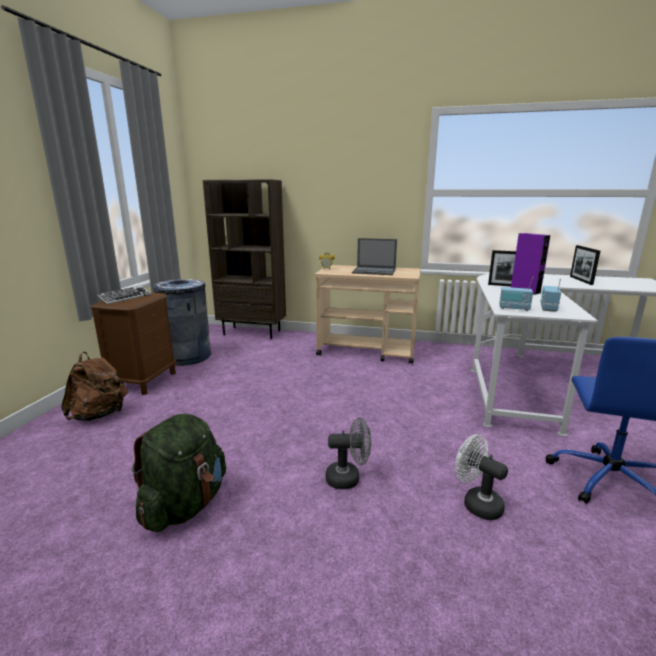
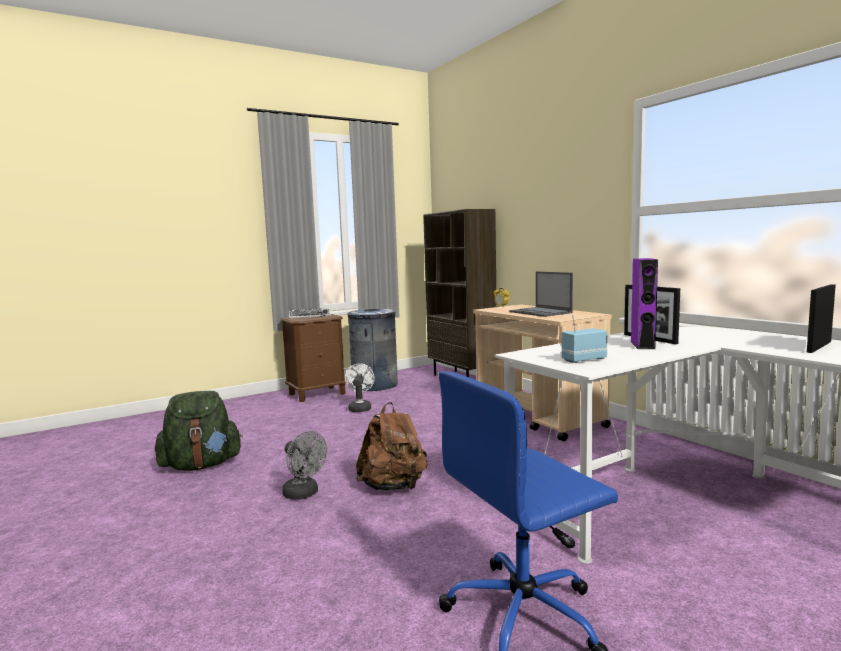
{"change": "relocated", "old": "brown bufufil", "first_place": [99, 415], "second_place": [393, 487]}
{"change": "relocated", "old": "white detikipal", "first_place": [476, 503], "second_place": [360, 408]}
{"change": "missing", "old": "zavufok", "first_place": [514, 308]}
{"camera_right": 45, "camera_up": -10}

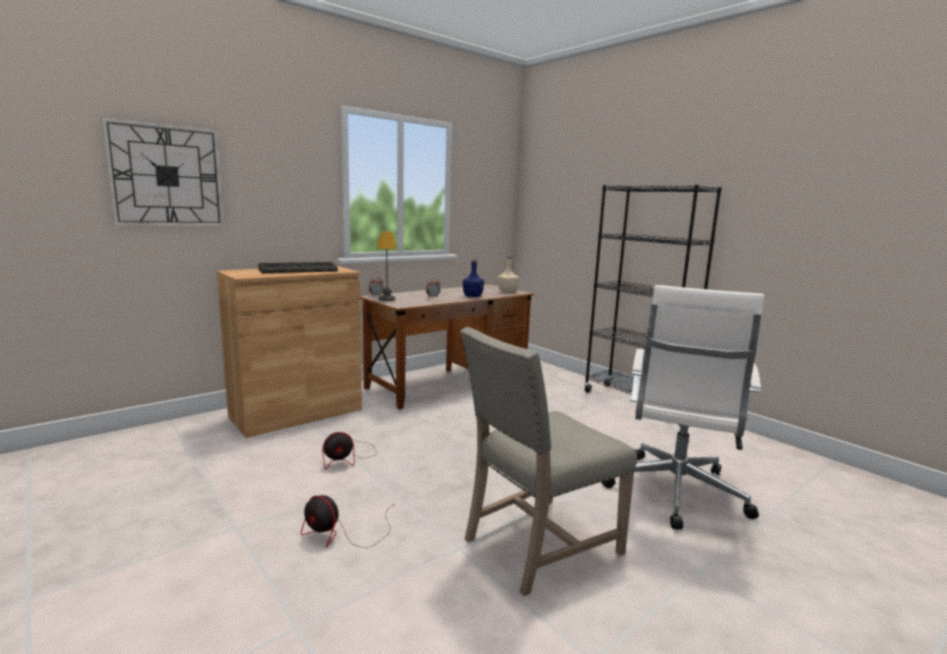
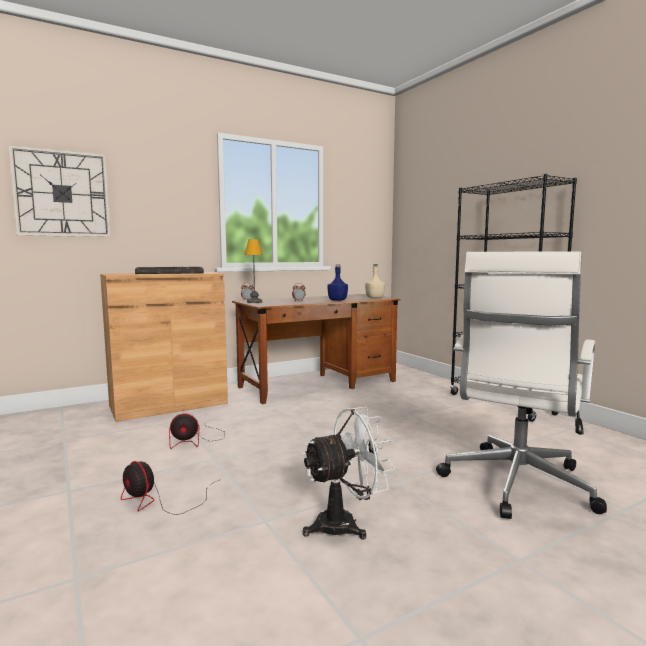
{"change": "exchanged", "old": "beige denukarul", "new": "white detikipal", "first_place": [537, 545], "second_place": [345, 524]}
{"camera_right": 10, "camera_up": -5}

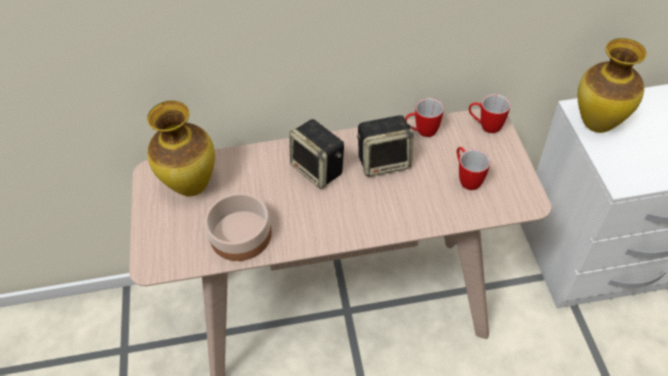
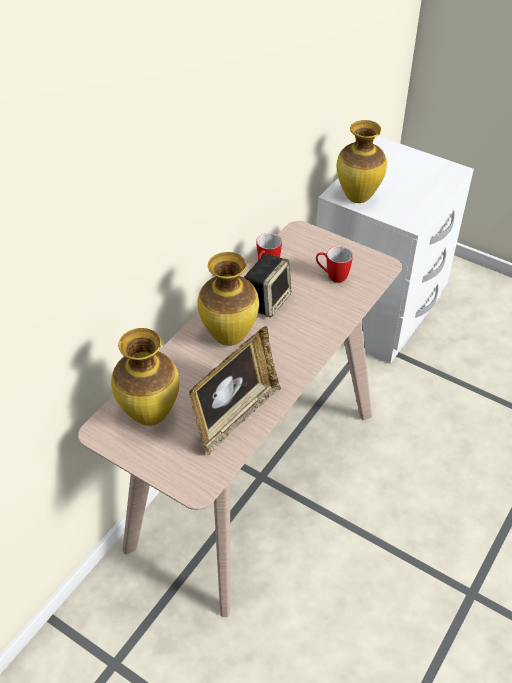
{"change": "exchanged", "old": "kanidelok", "new": "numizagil", "first_place": [242, 234], "second_place": [235, 416]}
{"change": "exchanged", "old": "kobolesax", "new": "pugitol", "first_place": [319, 169], "second_place": [230, 337]}
{"change": "missing", "old": "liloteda", "first_place": [485, 126]}
{"camera_right": -50, "camera_up": -5}

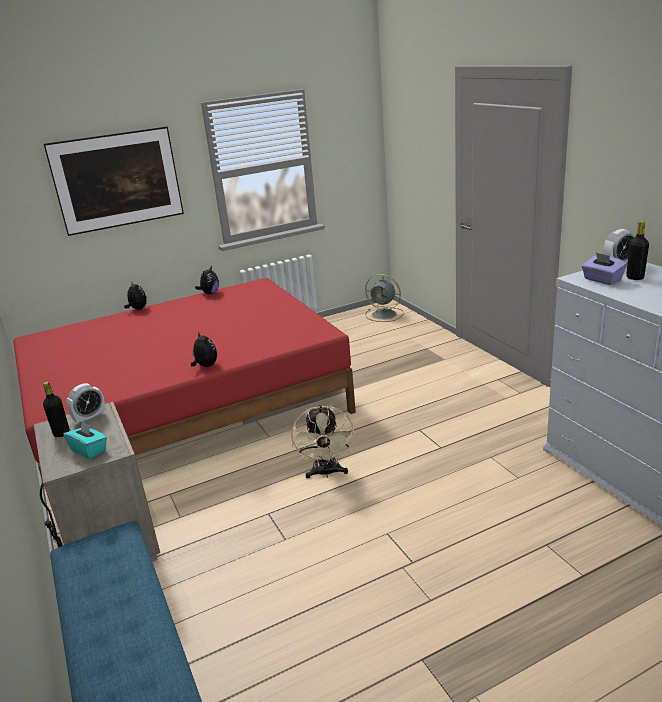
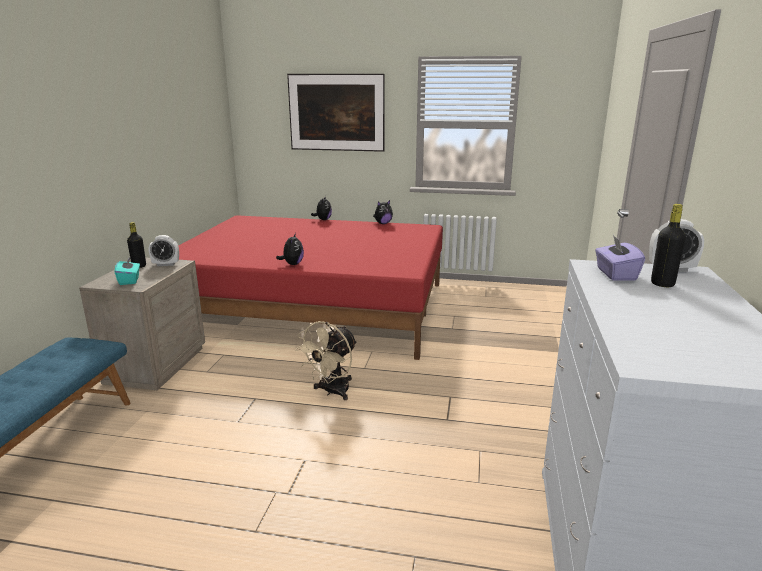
{"change": "missing", "old": "grey detikipal", "first_place": [385, 314]}
{"camera_right": 35, "camera_up": -5}

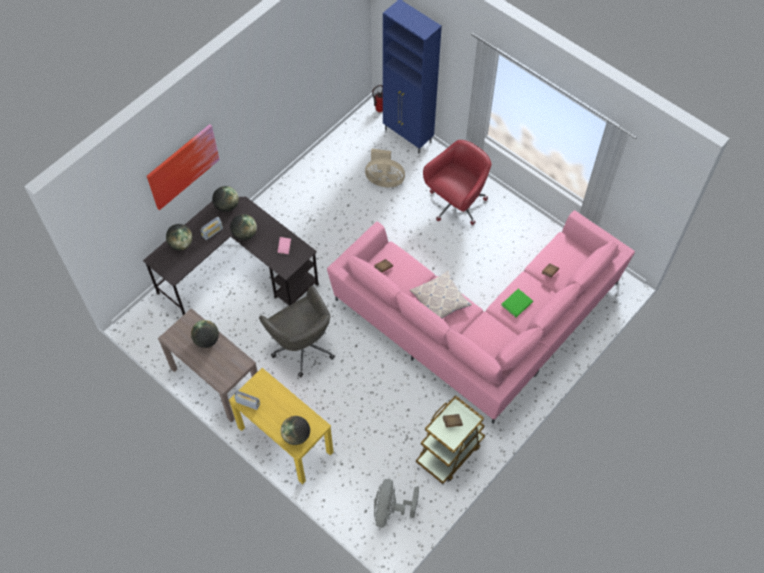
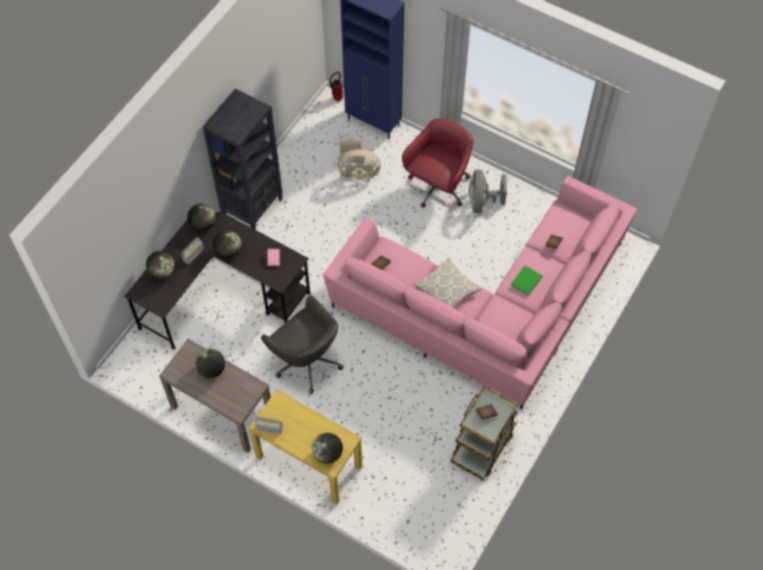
{"change": "missing", "old": "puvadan", "first_place": [183, 166]}
{"change": "relocated", "old": "grey detikipal", "first_place": [390, 510], "second_place": [482, 202]}
{"change": "appeared", "new": "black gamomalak", "second_place": [253, 208]}
{"camera_right": -10, "camera_up": 0}

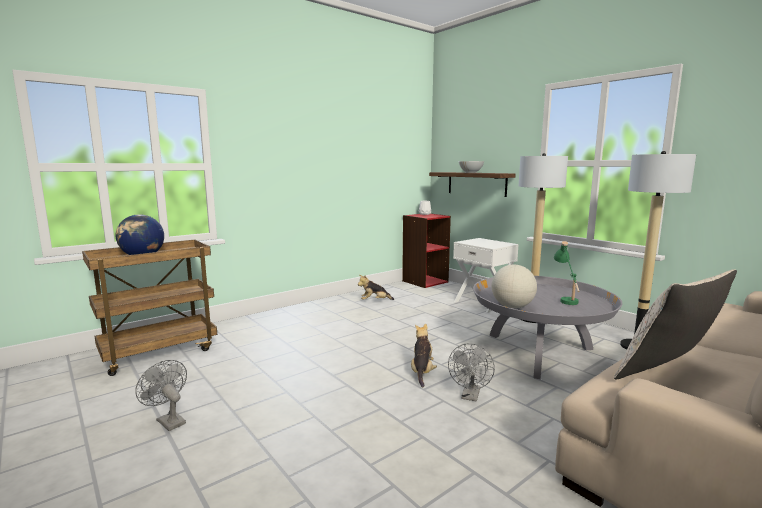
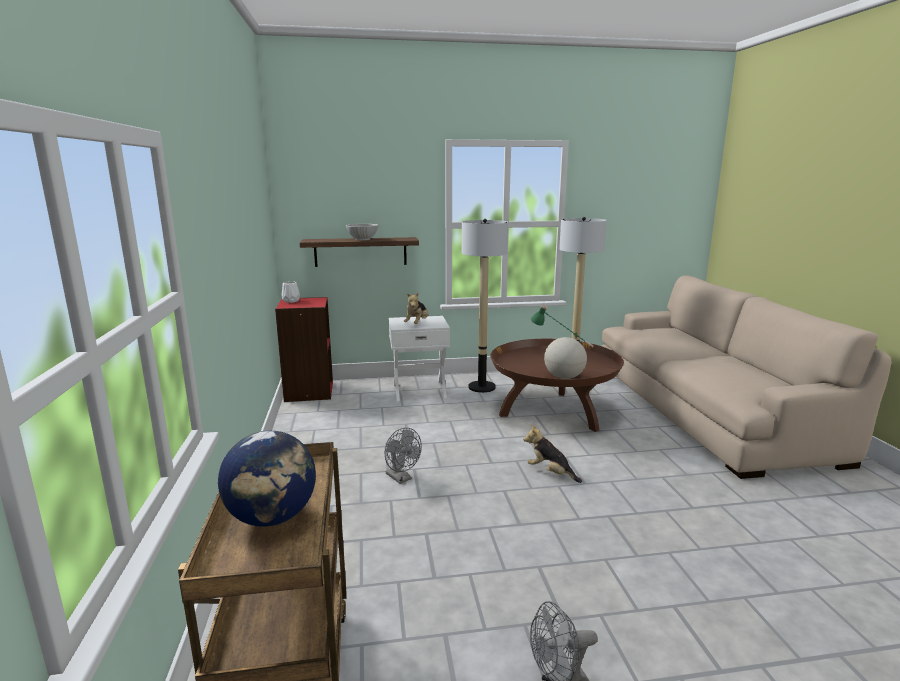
{"change": "relocated", "old": "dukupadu", "first_place": [374, 301], "second_place": [417, 324]}
{"change": "relocated", "old": "grey detikipal", "first_place": [470, 396], "second_place": [401, 478]}
{"change": "colour", "old": "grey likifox", "new": "brown likifox", "first_place": [538, 352], "second_place": [552, 412]}
{"change": "missing", "old": "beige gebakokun", "first_place": [668, 373]}
{"camera_right": -60, "camera_up": 5}

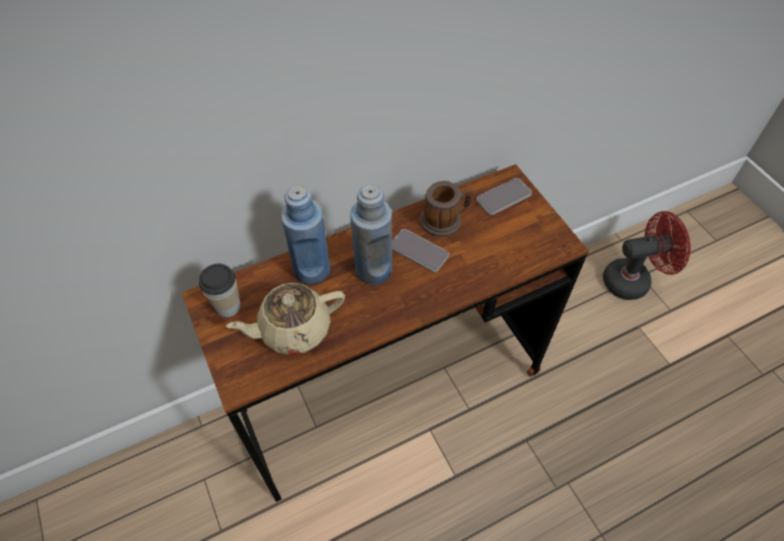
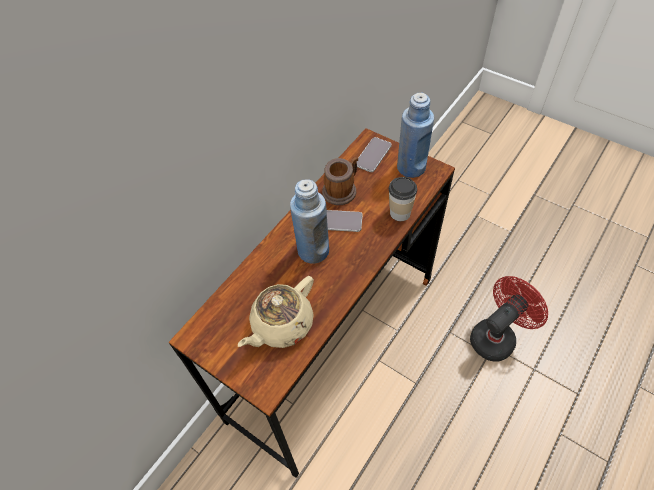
{"change": "relocated", "old": "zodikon", "first_place": [227, 306], "second_place": [400, 213]}
{"change": "relocated", "old": "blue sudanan", "first_place": [312, 269], "second_place": [411, 167]}
{"change": "relocated", "old": "red detikipal", "first_place": [633, 280], "second_place": [497, 336]}
{"camera_right": -25, "camera_up": 0}

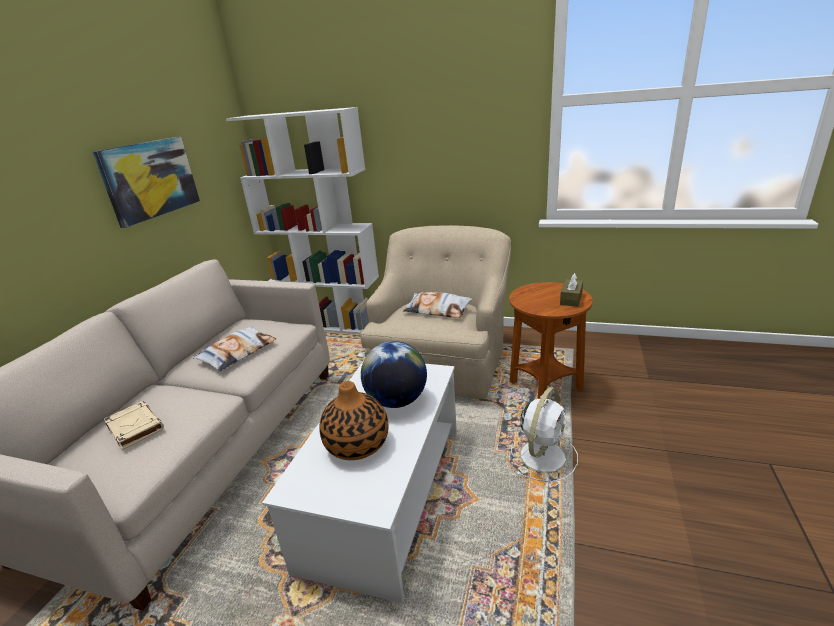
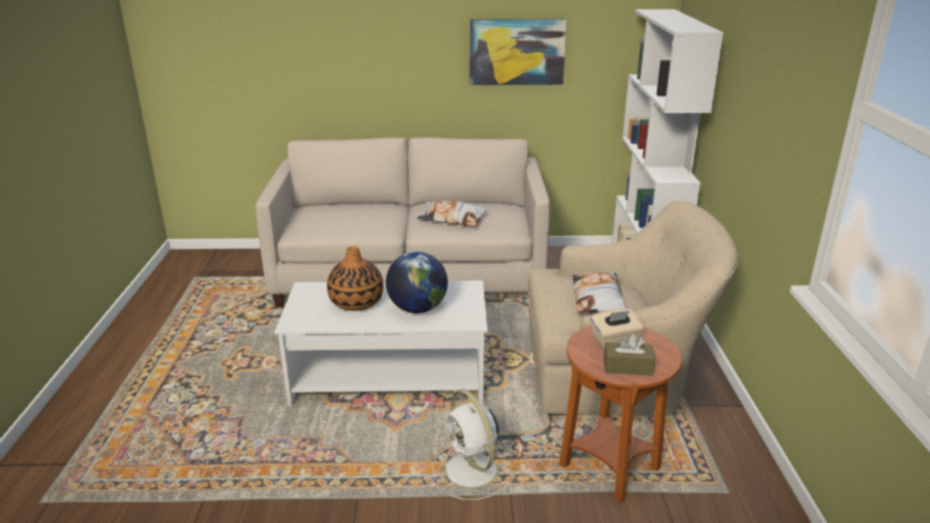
{"change": "missing", "old": "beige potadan", "first_place": [135, 427]}
{"change": "spun", "old": "white detikipal", "first_place": [543, 455], "second_place": [472, 472], "degrees": 45}
{"change": "appeared", "new": "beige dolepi", "second_place": [615, 340]}
{"camera_right": 70, "camera_up": 0}

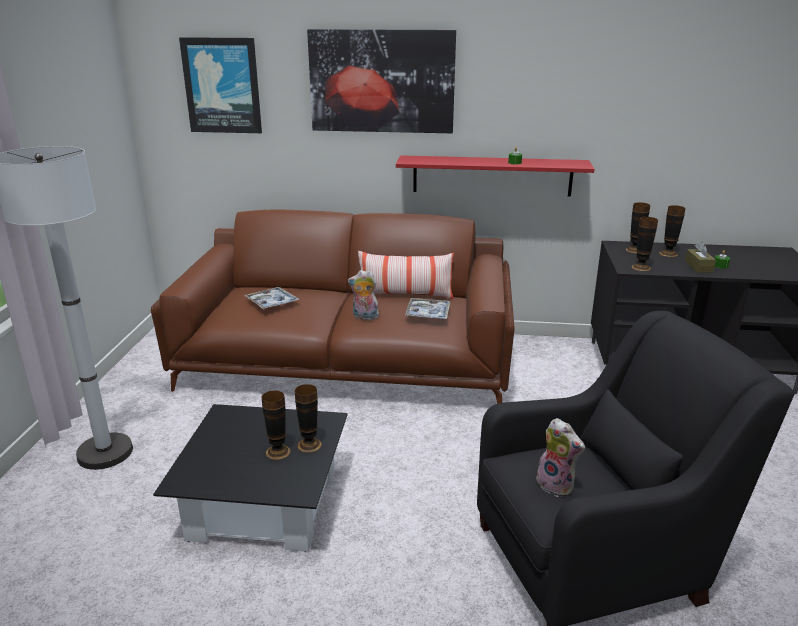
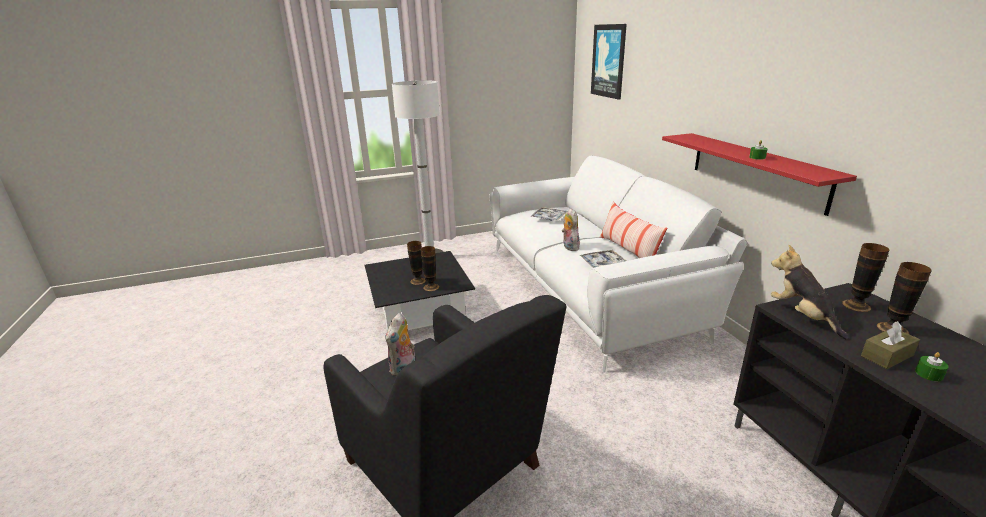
{"change": "colour", "old": "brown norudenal", "new": "white norudenal", "first_place": [347, 363], "second_place": [590, 288]}
{"change": "missing", "old": "puvadan", "first_place": [382, 81]}
{"change": "exchanged", "old": "pugitol", "new": "dukupadu", "first_place": [641, 267], "second_place": [802, 316]}
{"camera_right": 65, "camera_up": 0}

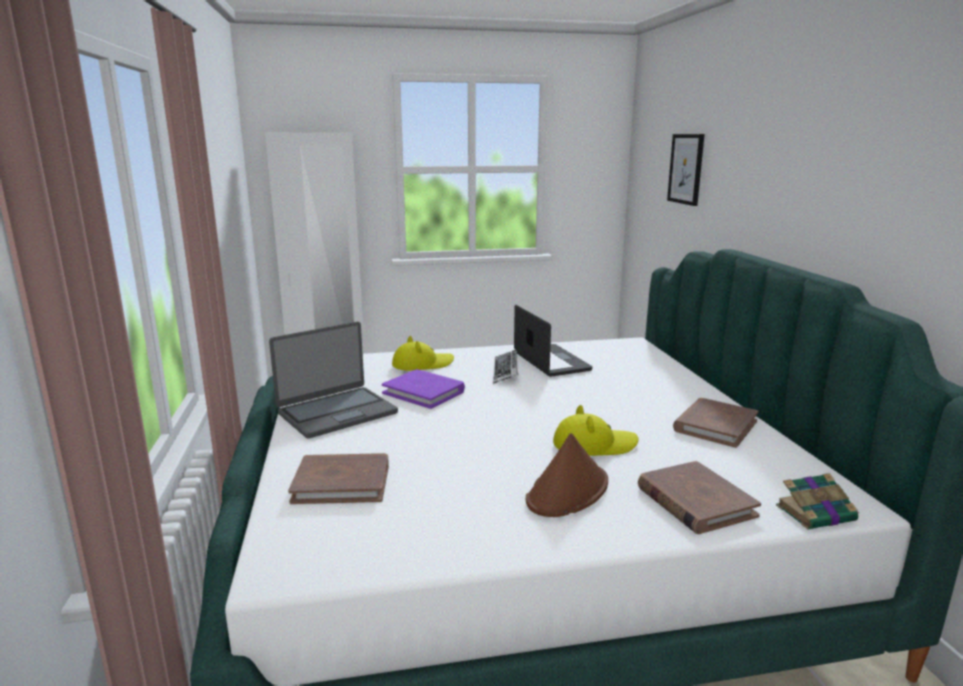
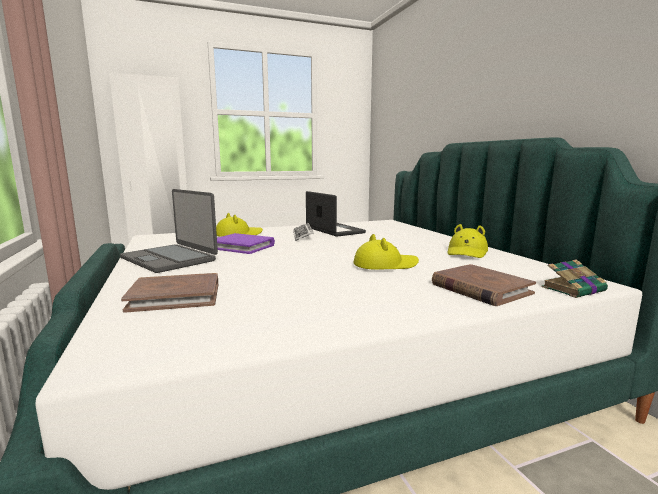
{"change": "spun", "old": "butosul", "first_place": [336, 413], "second_place": [170, 259], "degrees": 90}
{"change": "missing", "old": "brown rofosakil", "first_place": [568, 491]}
{"change": "missing", "old": "puvadan", "first_place": [686, 169]}
{"change": "exchanged", "old": "brown potadan", "new": "yellow rofosakil", "first_place": [715, 426], "second_place": [467, 252]}
{"camera_right": -10, "camera_up": -5}

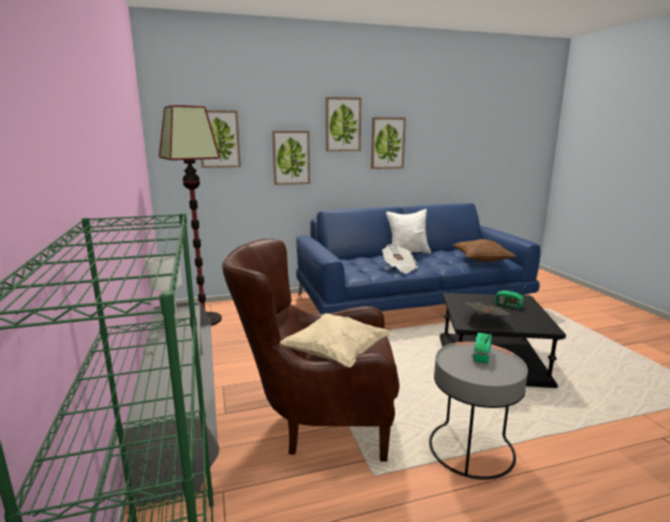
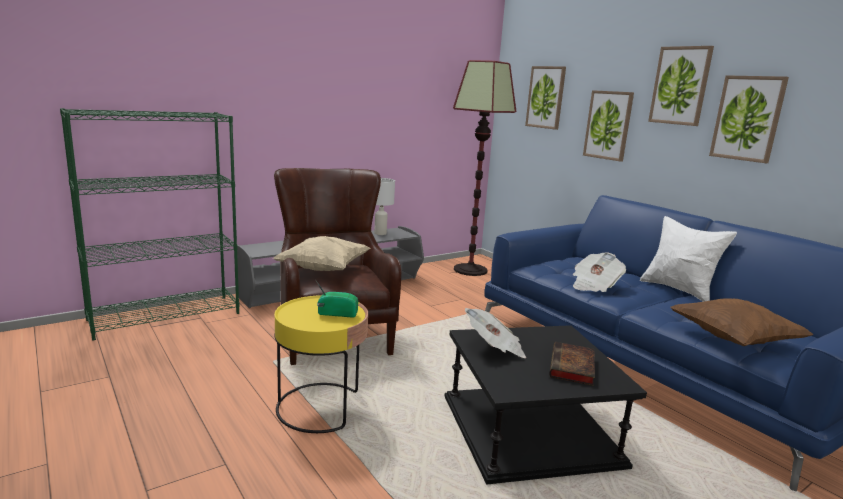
{"change": "colour", "old": "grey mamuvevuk", "new": "yellow mamuvevuk", "first_place": [470, 449], "second_place": [320, 407]}
{"change": "exchanged", "old": "zavufok", "new": "potadan", "first_place": [509, 305], "second_place": [572, 368]}
{"camera_right": 70, "camera_up": 0}

